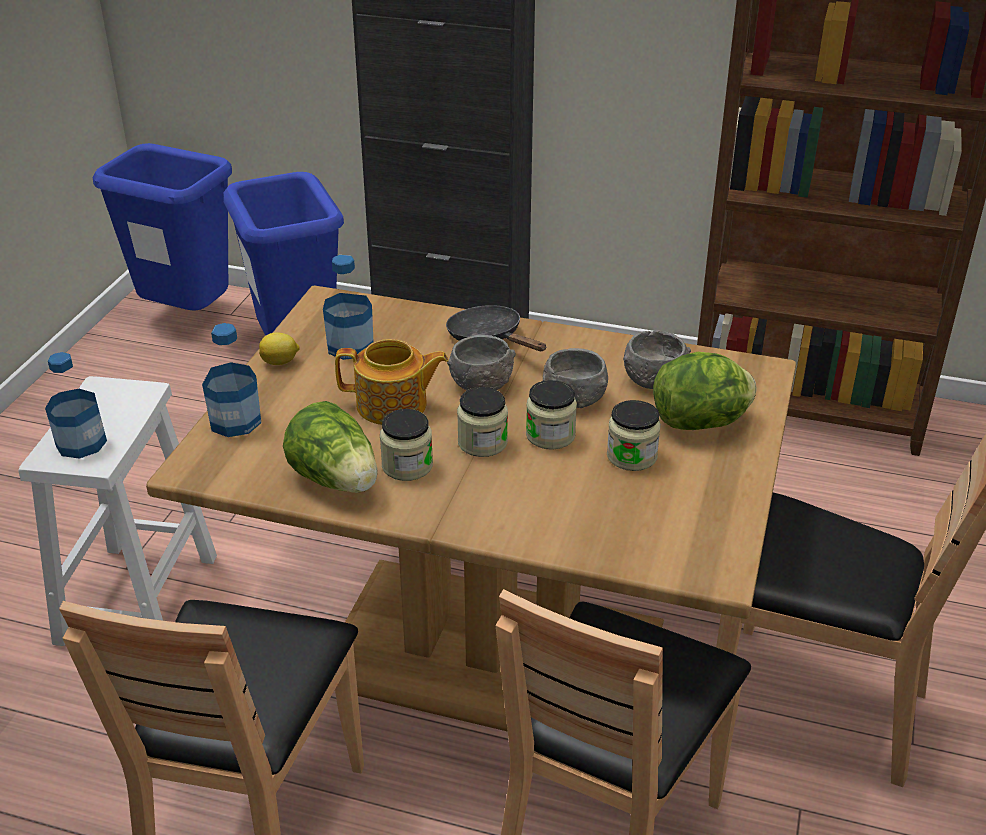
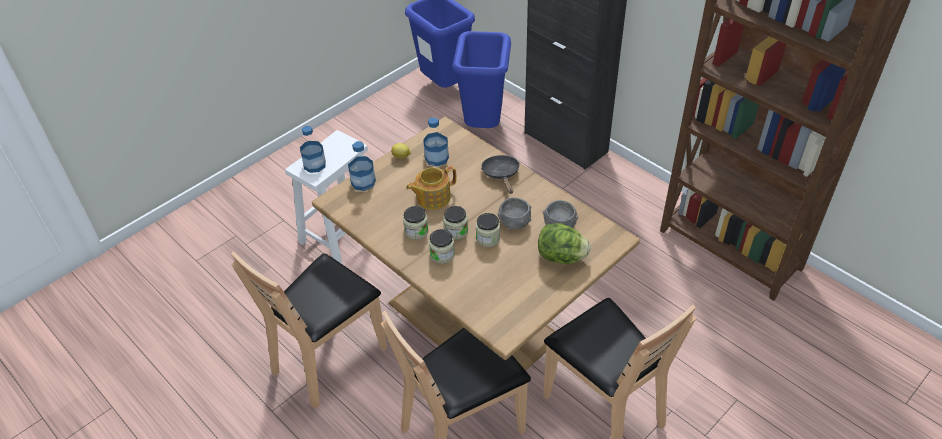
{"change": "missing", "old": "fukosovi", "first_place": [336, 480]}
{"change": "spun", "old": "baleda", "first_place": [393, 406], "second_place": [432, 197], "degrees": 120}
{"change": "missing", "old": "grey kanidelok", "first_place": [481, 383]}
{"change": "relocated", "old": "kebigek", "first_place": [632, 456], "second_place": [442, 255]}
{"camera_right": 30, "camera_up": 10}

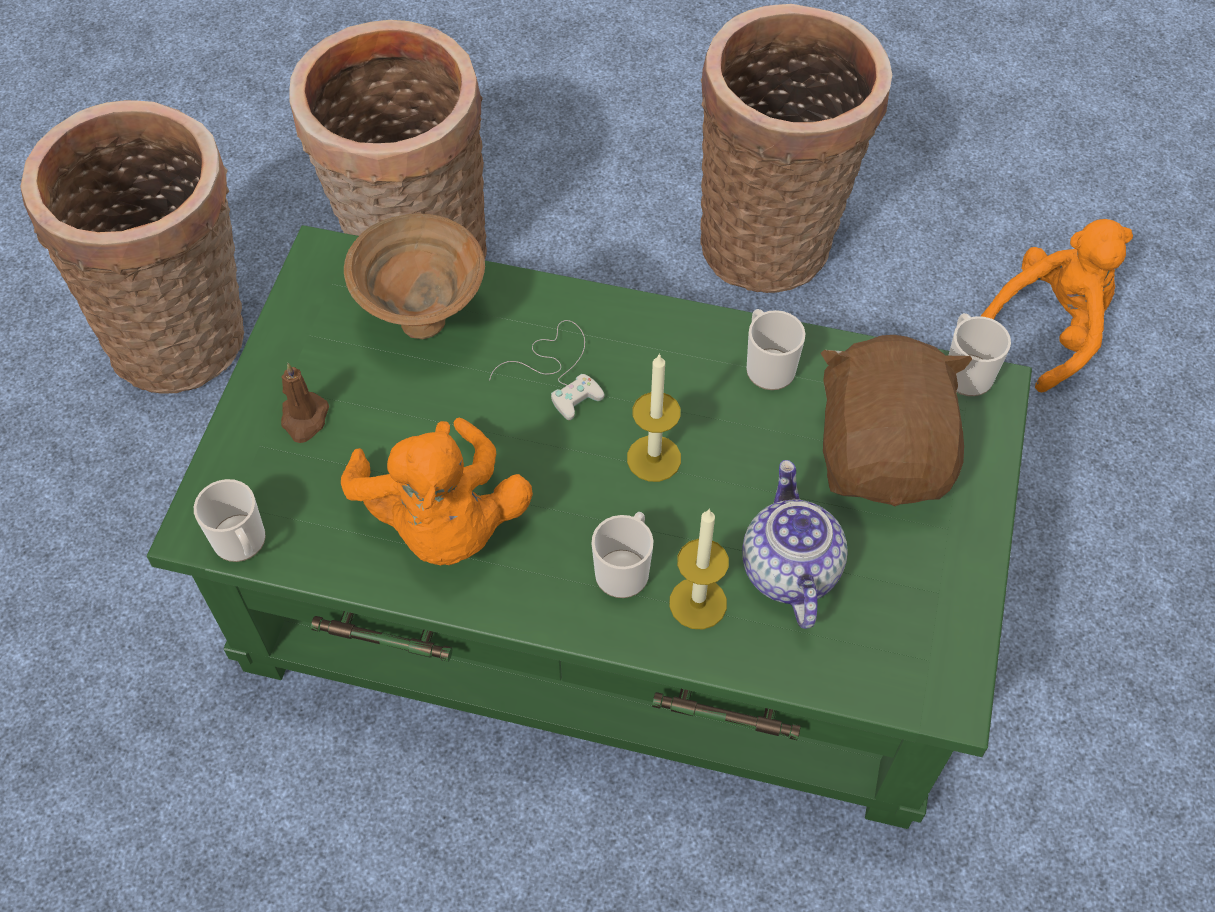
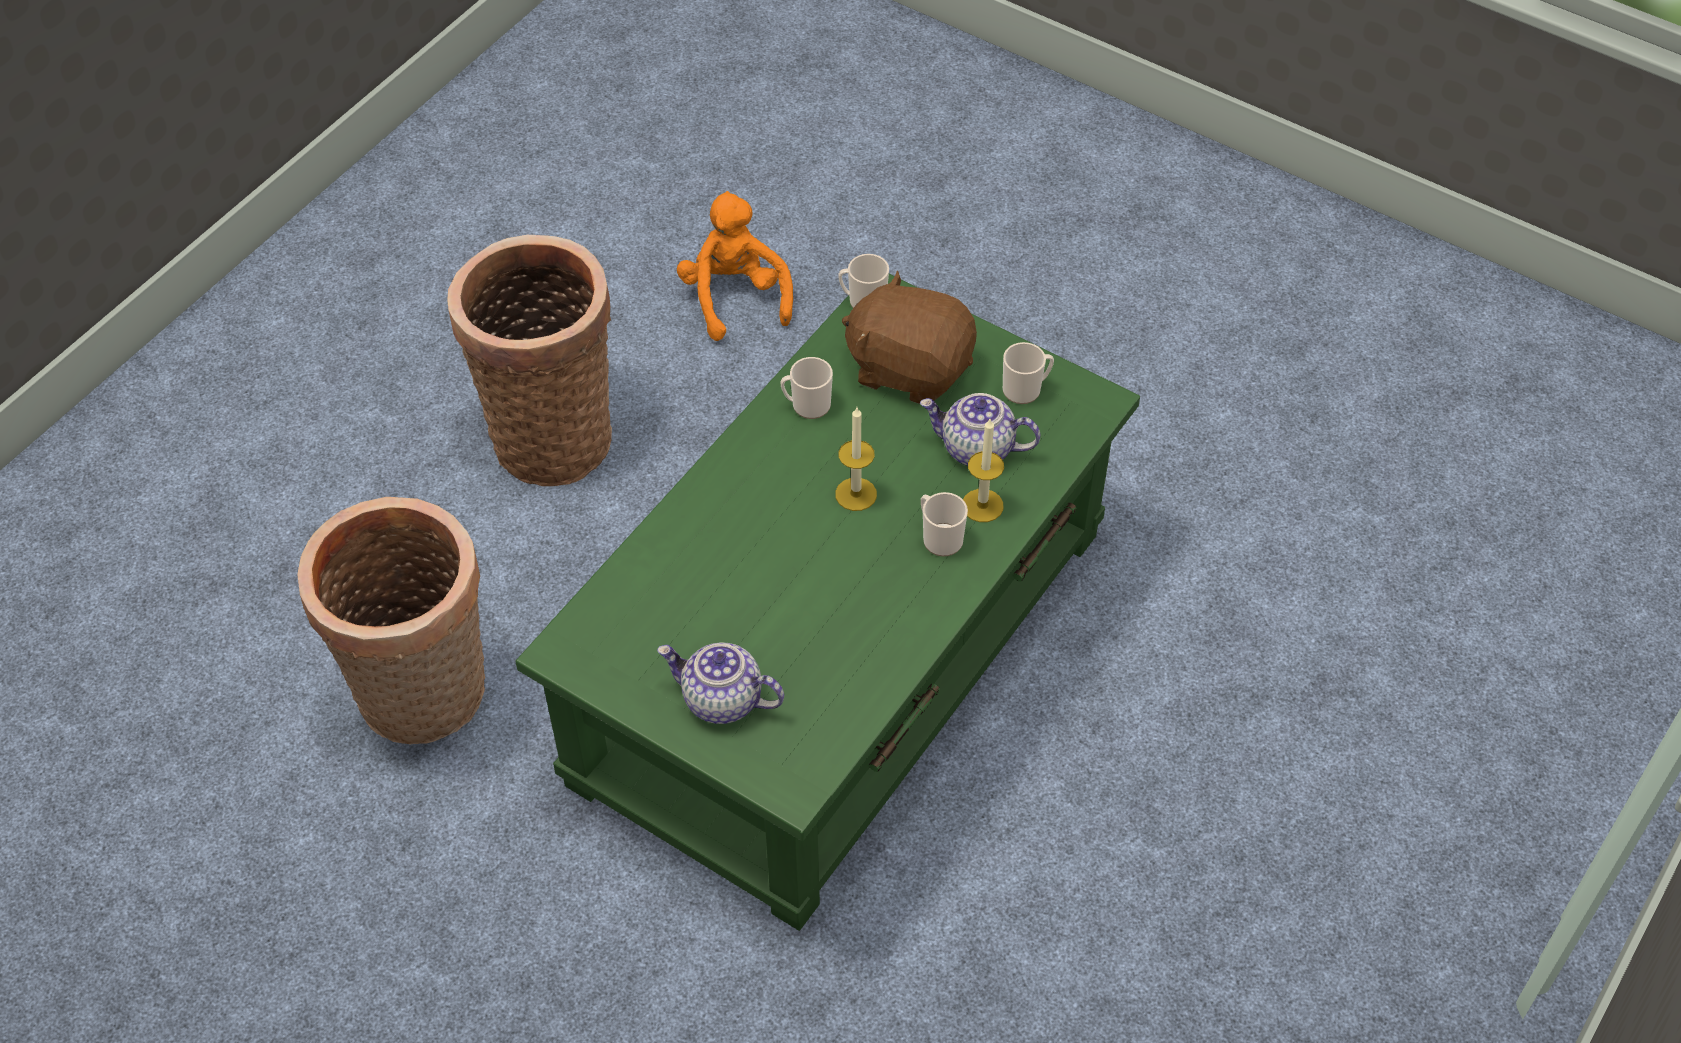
{"change": "missing", "old": "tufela", "first_place": [186, 335]}
{"change": "relocated", "old": "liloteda", "first_place": [242, 544], "second_place": [1026, 389]}
{"change": "exchanged", "old": "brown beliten", "new": "baleda", "first_place": [304, 419], "second_place": [721, 700]}
{"change": "missing", "old": "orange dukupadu", "first_place": [442, 523]}
{"change": "missing", "old": "brown kanidelok", "first_place": [422, 318]}
{"change": "missing", "old": "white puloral", "first_place": [558, 370]}
{"camera_right": -70, "camera_up": -5}

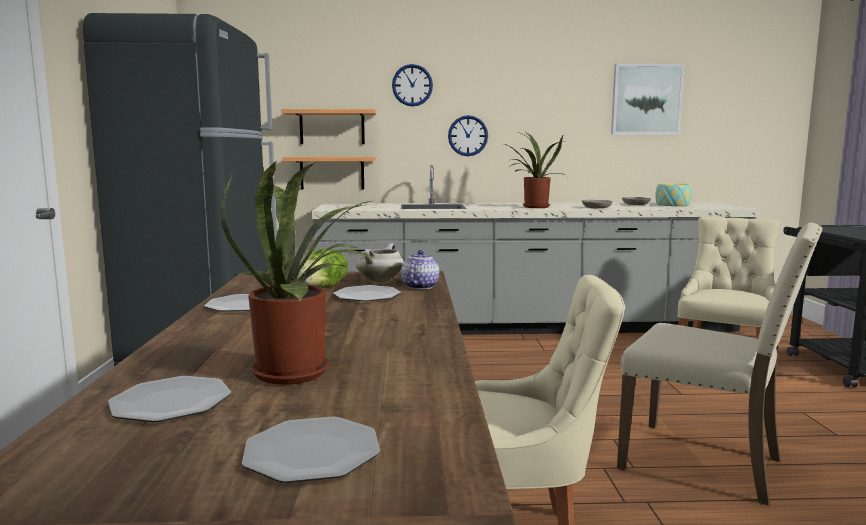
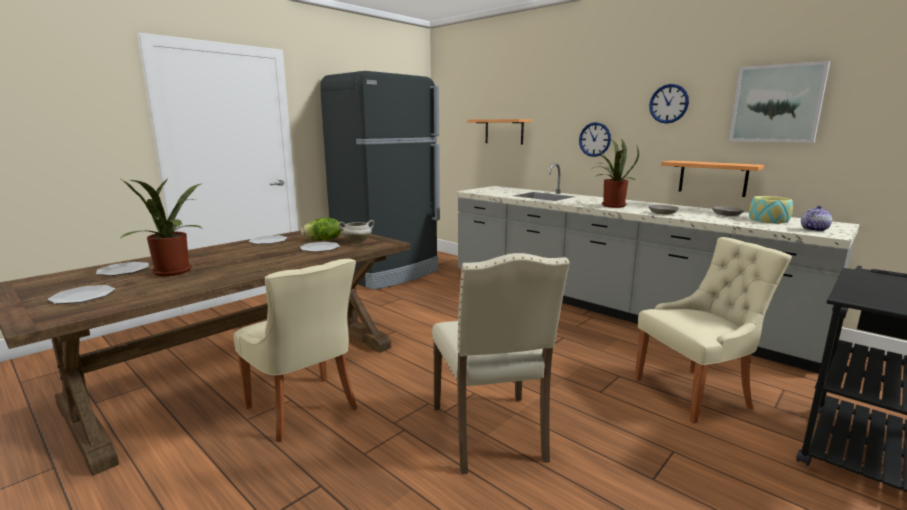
{"change": "relocated", "old": "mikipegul", "first_place": [332, 173], "second_place": [712, 178]}
{"change": "relocated", "old": "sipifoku", "first_place": [412, 85], "second_place": [668, 103]}
{"change": "relocated", "old": "baleda", "first_place": [420, 286], "second_place": [814, 229]}
{"camera_right": 45, "camera_up": 5}

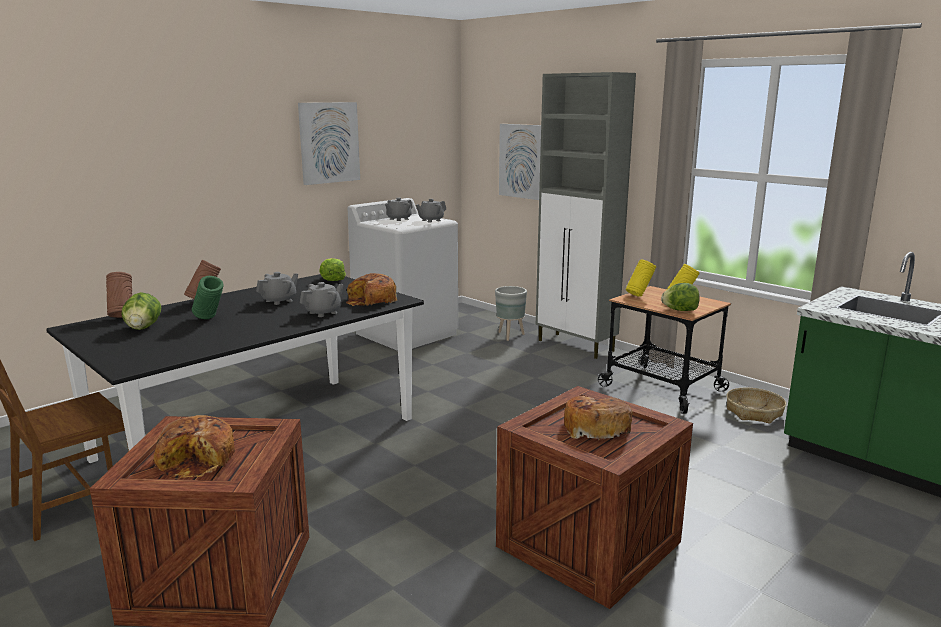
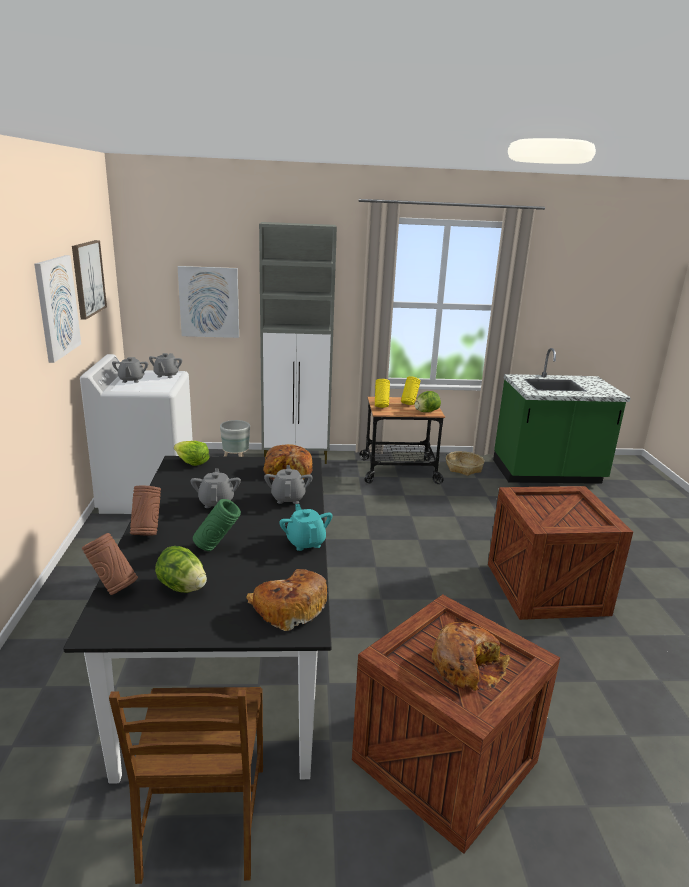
{"change": "relocated", "old": "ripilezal", "first_place": [596, 428], "second_place": [288, 607]}
{"change": "appeared", "new": "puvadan", "second_place": [88, 278]}
{"change": "appeared", "new": "turquoise baleda", "second_place": [305, 542]}
{"camera_right": -50, "camera_up": 5}

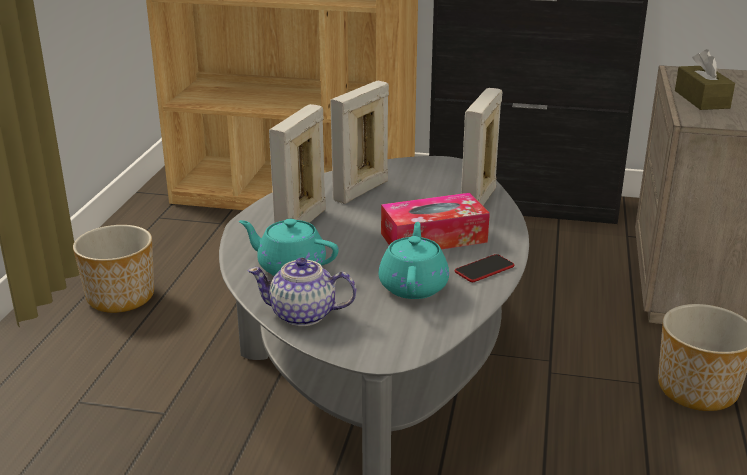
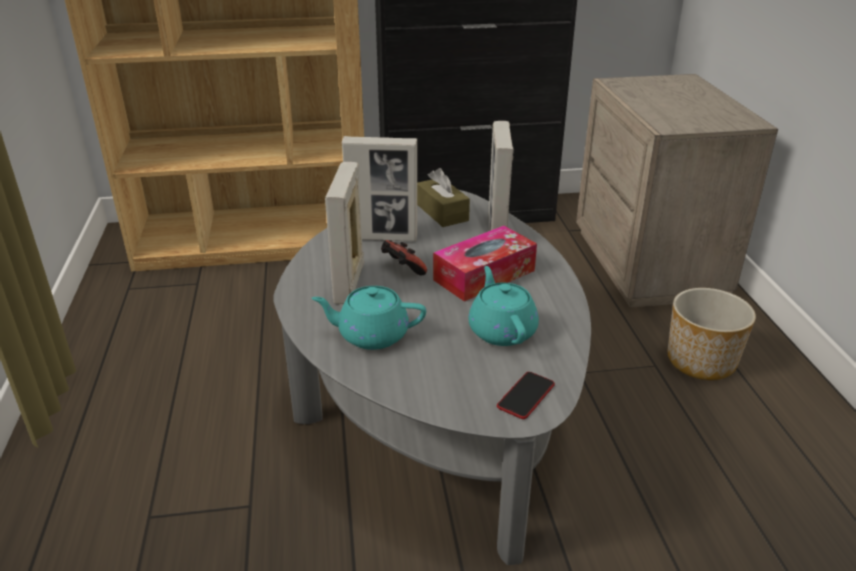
{"change": "missing", "old": "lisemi", "first_place": [120, 297]}
{"change": "missing", "old": "baleda", "first_place": [304, 315]}
{"change": "spun", "old": "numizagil", "first_place": [360, 191], "second_place": [382, 237], "degrees": -105}
{"change": "relocated", "old": "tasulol", "first_place": [484, 269], "second_place": [526, 396]}
{"change": "relocated", "old": "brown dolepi", "first_place": [701, 99], "second_place": [442, 212]}
{"change": "appeared", "new": "puloral", "second_place": [402, 270]}
{"camera_right": -20, "camera_up": 5}

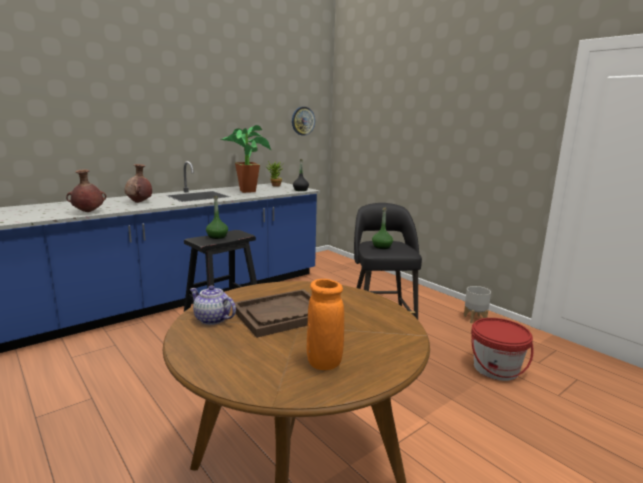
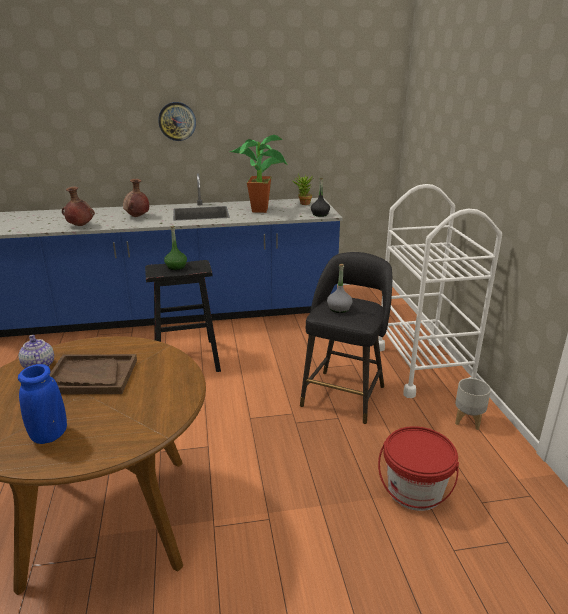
{"change": "relocated", "old": "sipifoku", "first_place": [303, 121], "second_place": [177, 121]}
{"change": "colour", "old": "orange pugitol", "new": "blue pugitol", "first_place": [324, 362], "second_place": [49, 435]}
{"change": "colour", "old": "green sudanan", "new": "grey sudanan", "first_place": [381, 247], "second_place": [339, 309]}
{"change": "appeared", "new": "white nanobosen", "second_place": [422, 367]}
{"camera_right": 30, "camera_up": 10}

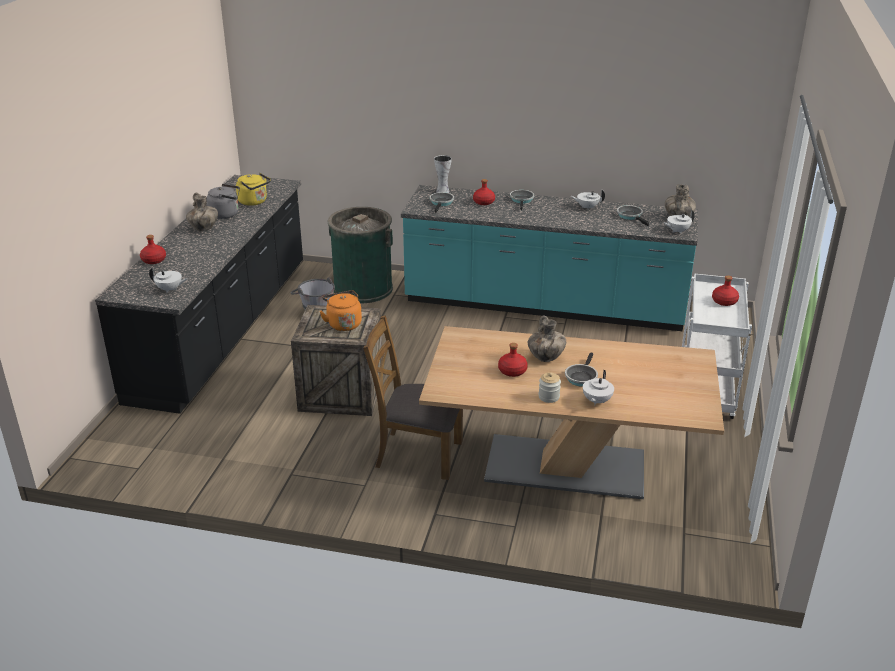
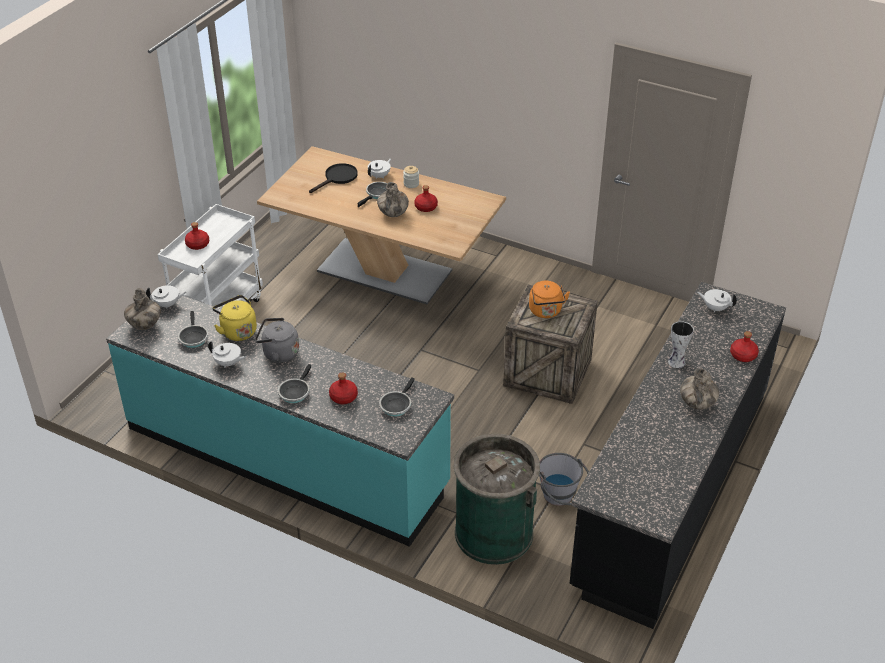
{"change": "relocated", "old": "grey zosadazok", "first_place": [226, 214], "second_place": [278, 353]}
{"change": "relocated", "old": "yellow zosadazok", "first_place": [254, 202], "second_place": [237, 331]}
{"change": "missing", "old": "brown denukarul", "first_place": [418, 454]}
{"change": "relocated", "old": "pugitol", "first_place": [442, 191], "second_place": [677, 363]}
{"change": "appeared", "new": "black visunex", "second_place": [338, 178]}
{"camera_right": -165, "camera_up": 10}

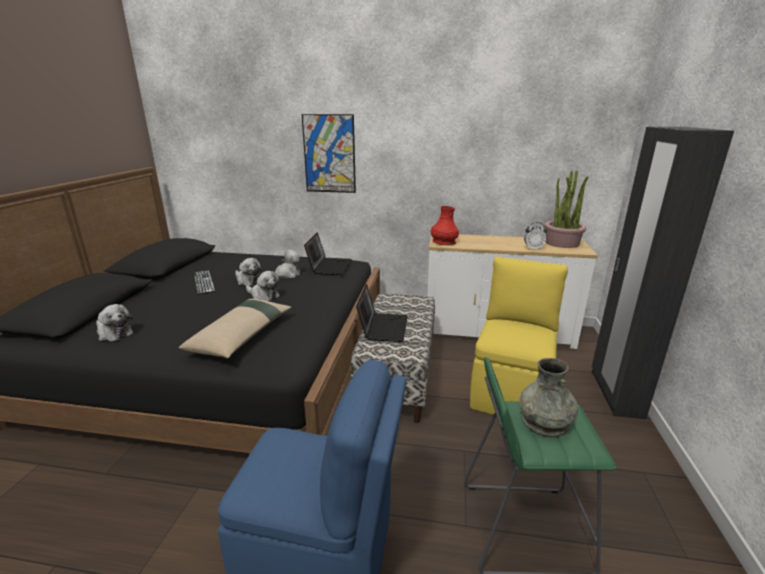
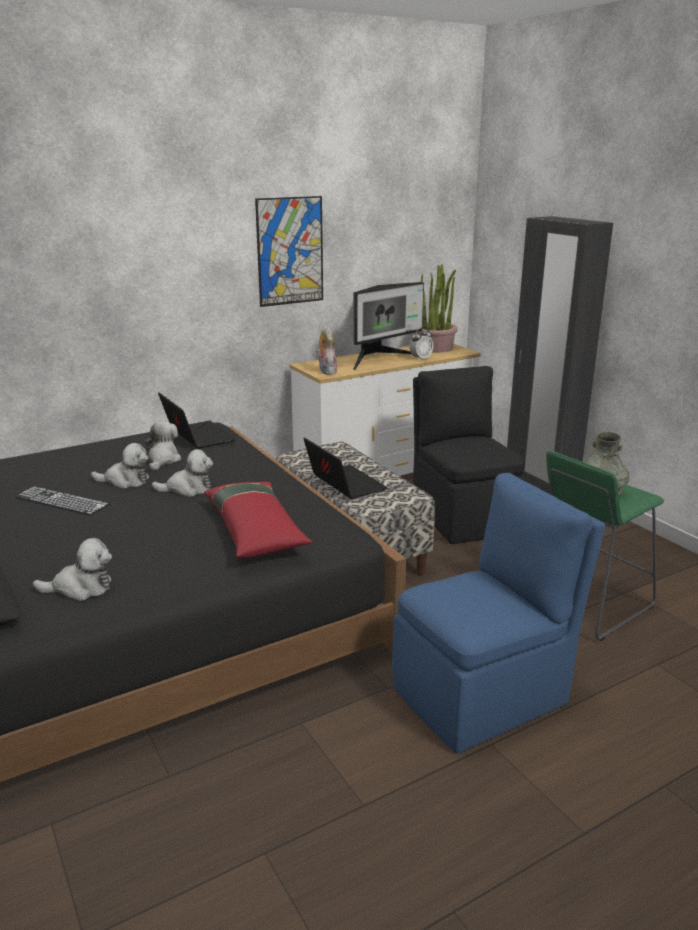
{"change": "colour", "old": "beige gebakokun", "new": "red gebakokun", "first_place": [242, 335], "second_place": [255, 529]}
{"change": "relocated", "old": "puvadan", "first_place": [329, 154], "second_place": [290, 251]}
{"change": "exchanged", "old": "red pugitol", "new": "dukupadu", "first_place": [444, 242], "second_place": [326, 371]}
{"change": "colour", "old": "yellow denukarul", "new": "black denukarul", "first_place": [511, 390], "second_place": [463, 516]}
{"change": "appeared", "new": "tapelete", "second_place": [380, 359]}
{"camera_right": -40, "camera_up": 0}

